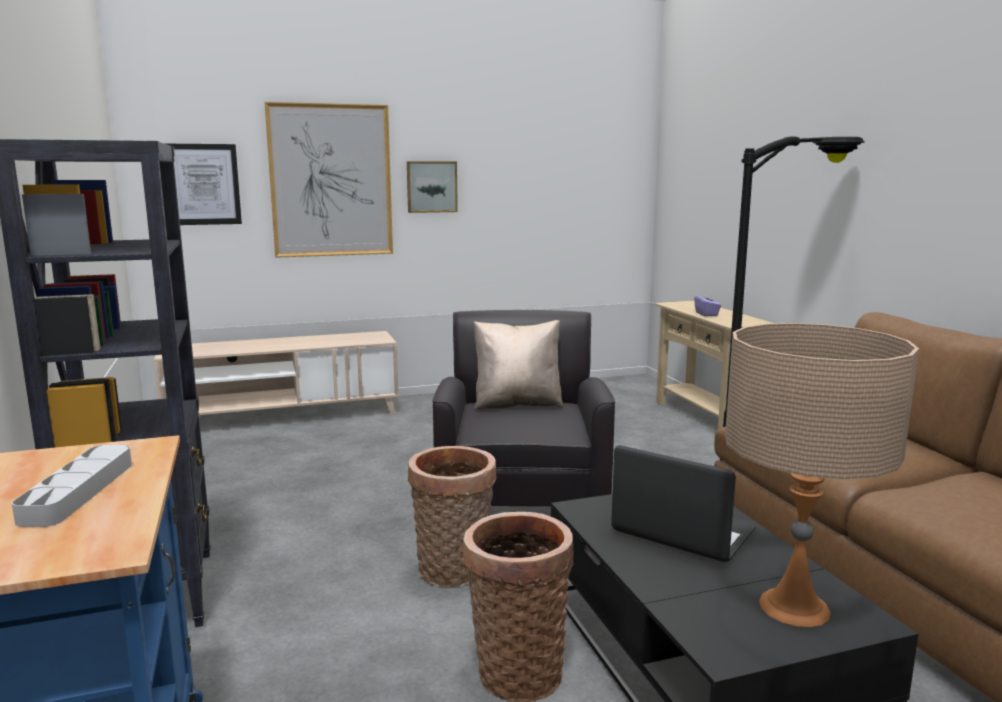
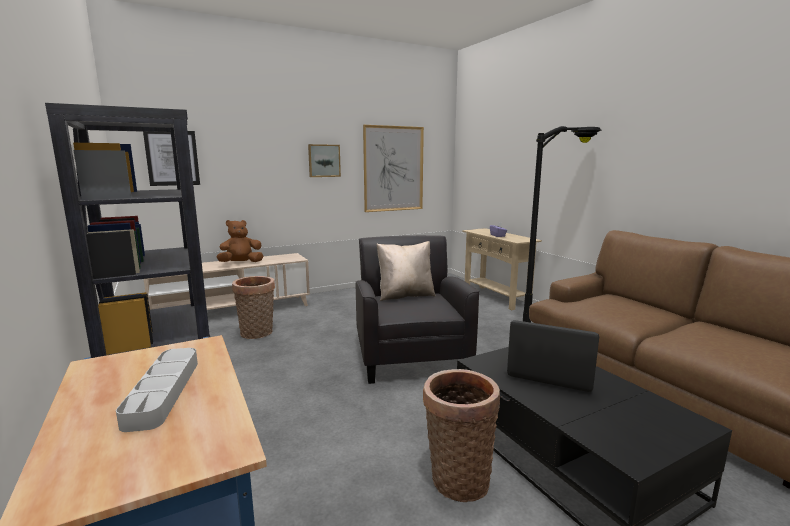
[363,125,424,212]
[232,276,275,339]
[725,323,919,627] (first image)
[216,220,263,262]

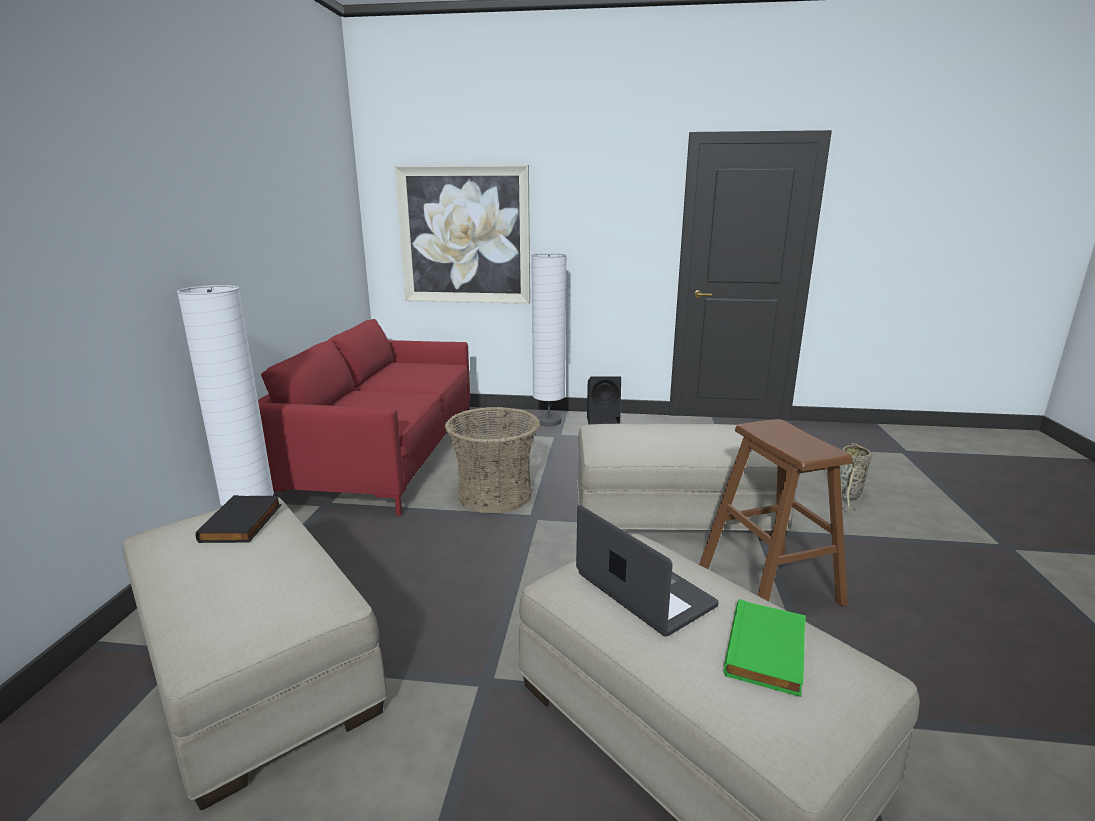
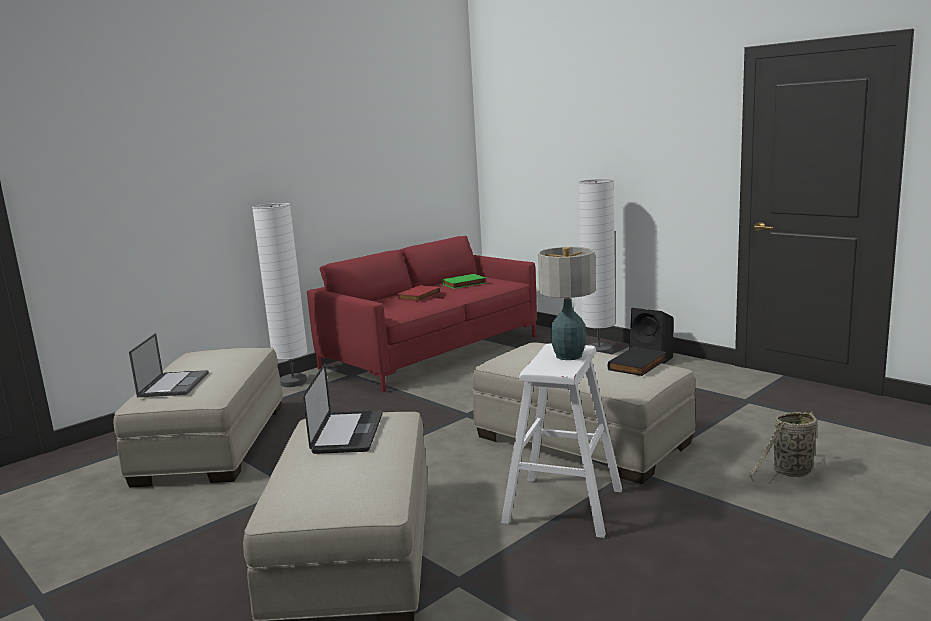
[608,347,667,376]
[395,165,530,304] (first image)
[445,407,540,513] (first image)
[501,343,622,538]
[443,274,486,289]
[129,333,209,398]
[398,285,441,302]
[538,247,595,360]

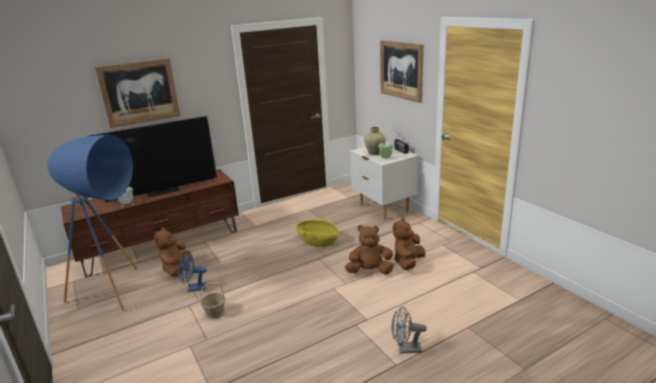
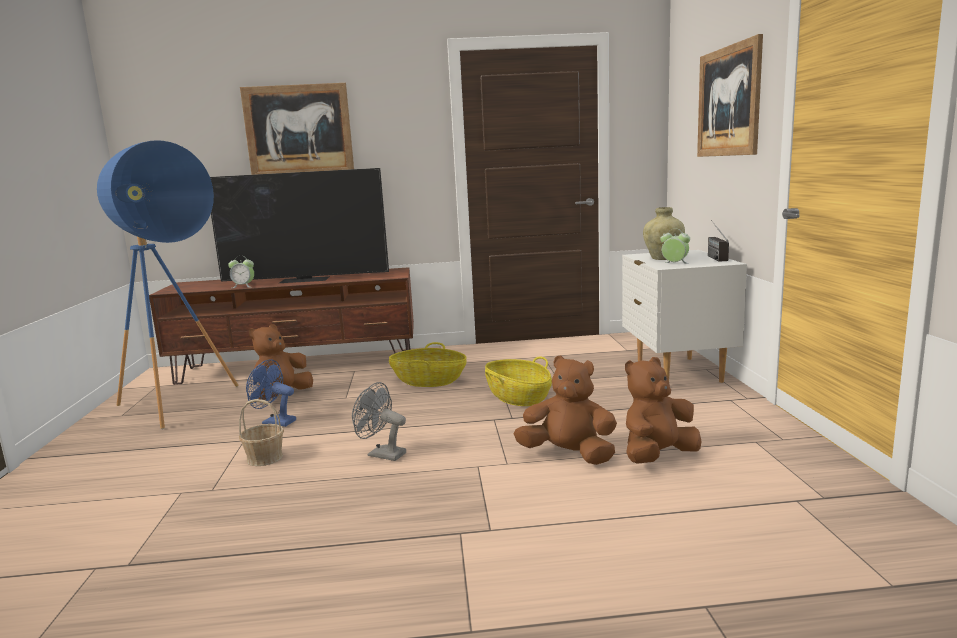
[352,382,406,461]
[389,342,467,387]

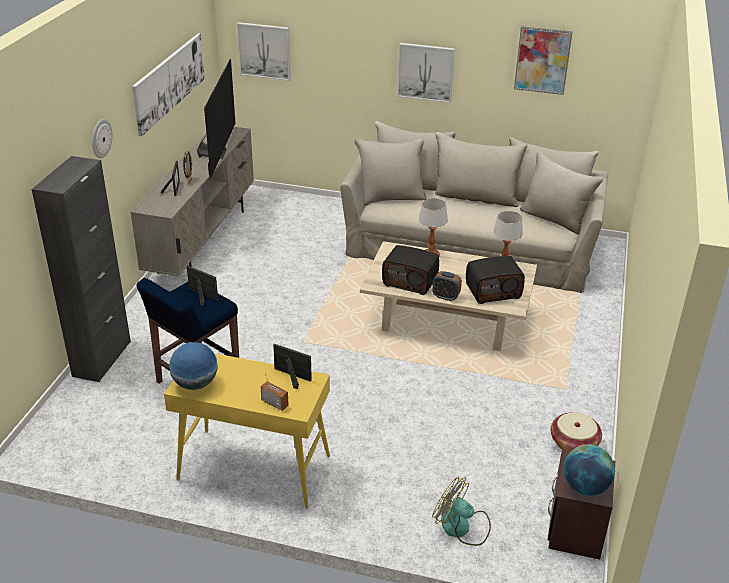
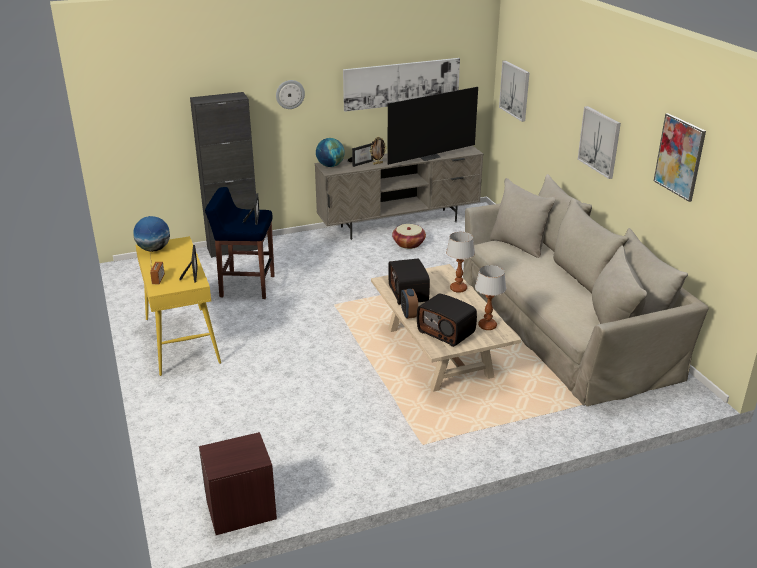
[432,477,491,546] (first image)
[392,224,426,249]
[316,138,345,167]

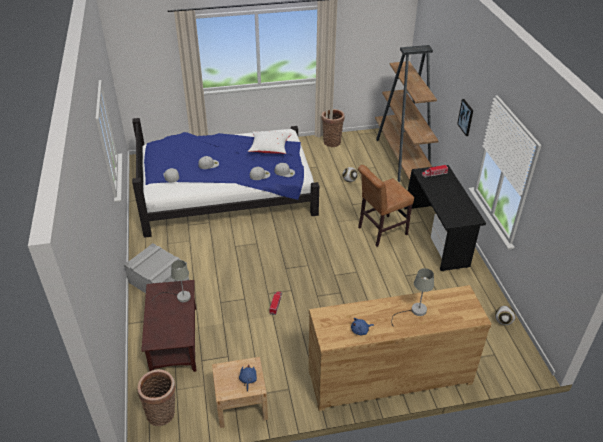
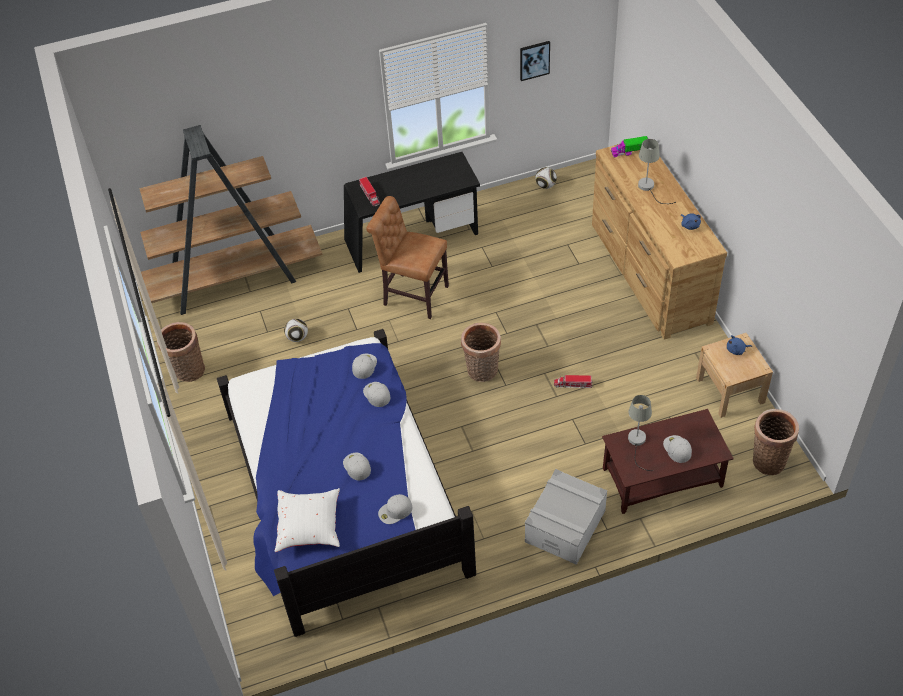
[275,488,340,552]
[366,196,449,319]
[520,41,550,81]
[461,323,501,382]
[611,136,648,157]
[663,435,692,463]

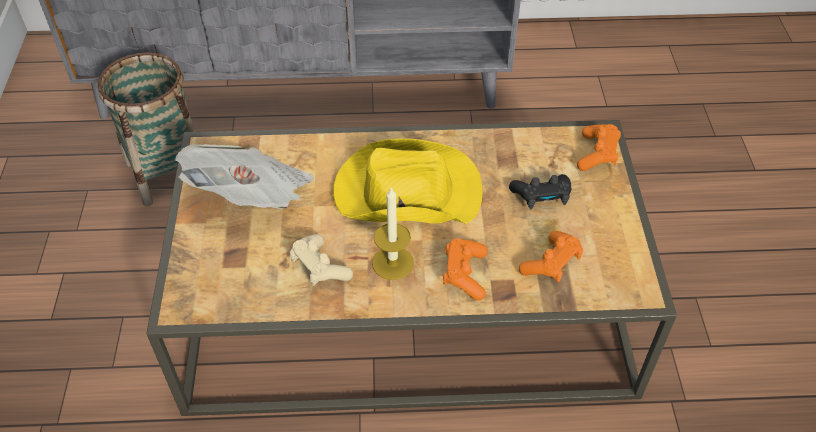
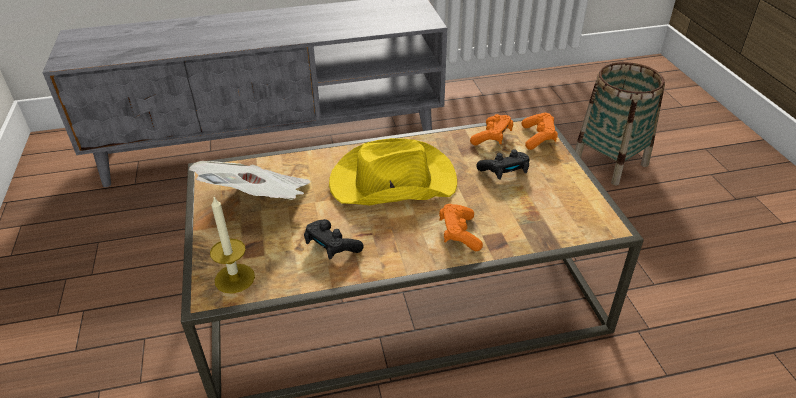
[575,62,665,186]
[304,219,364,260]
[210,197,255,294]
[470,114,513,146]

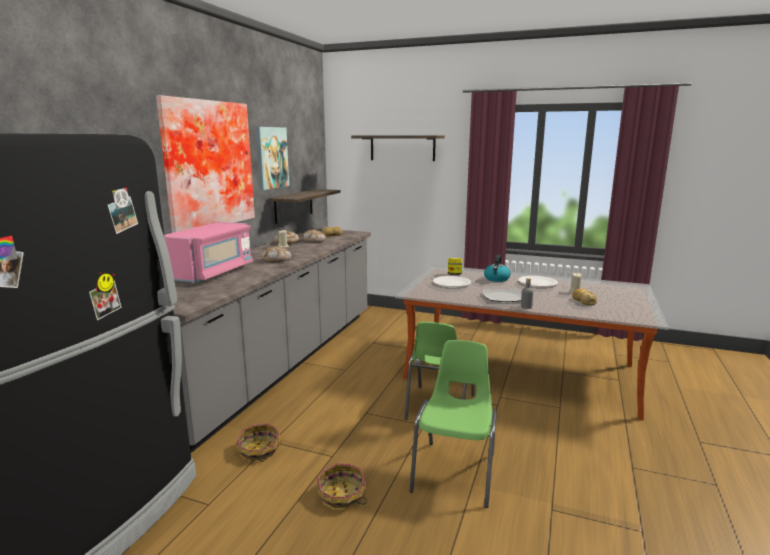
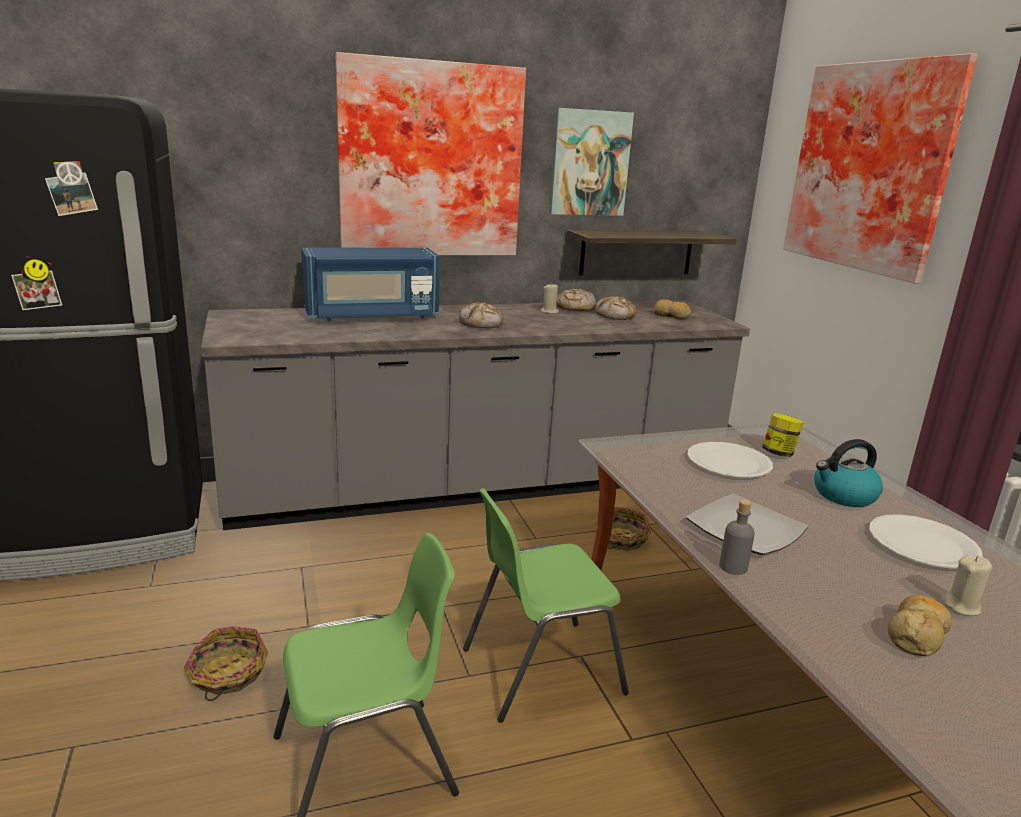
[301,248,440,321]
[594,507,651,550]
[783,53,978,284]

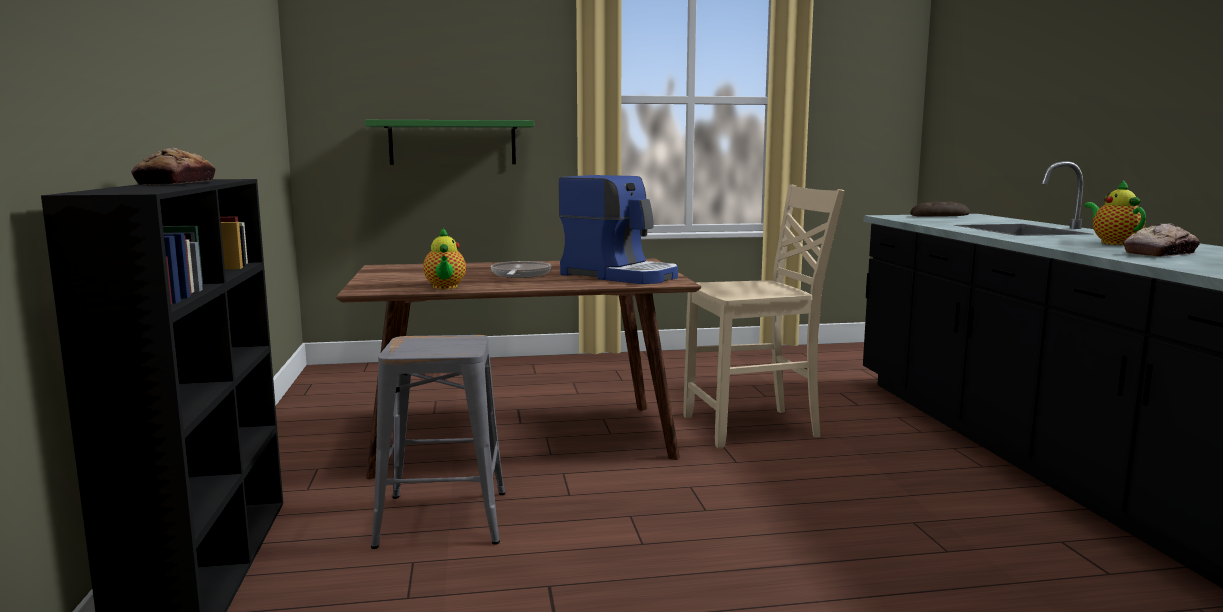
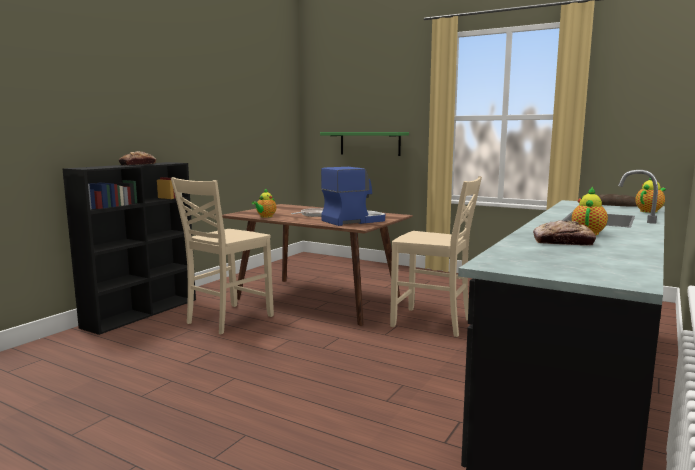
[171,177,274,334]
[321,167,385,226]
[635,174,666,213]

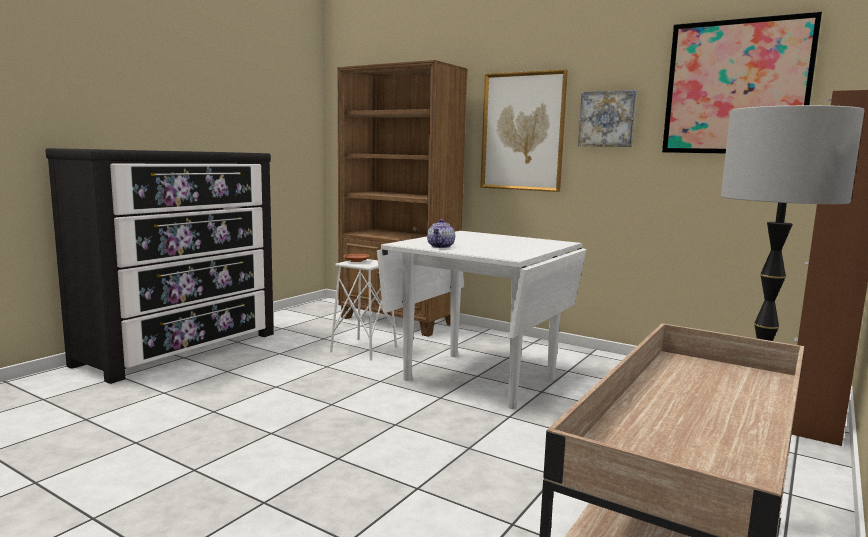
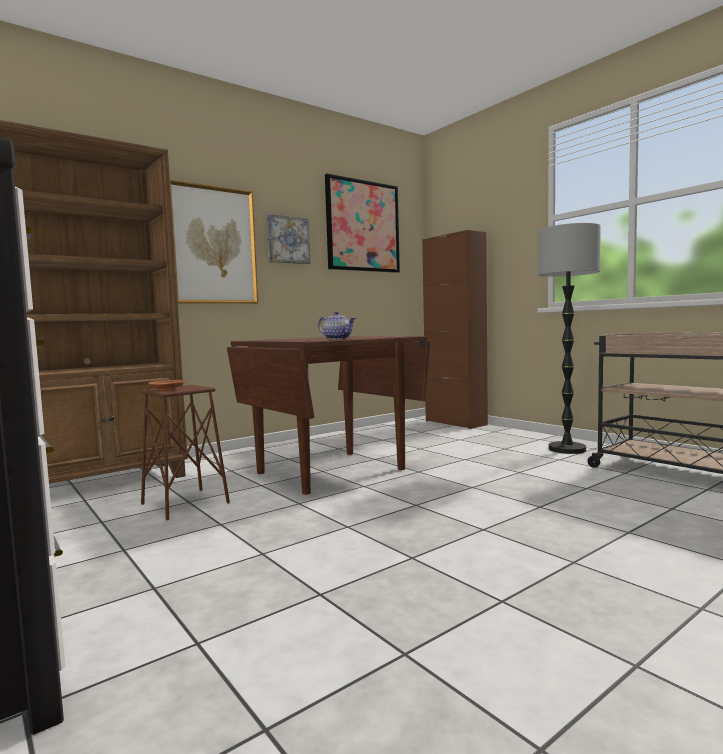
[141,385,230,520]
[227,336,430,495]

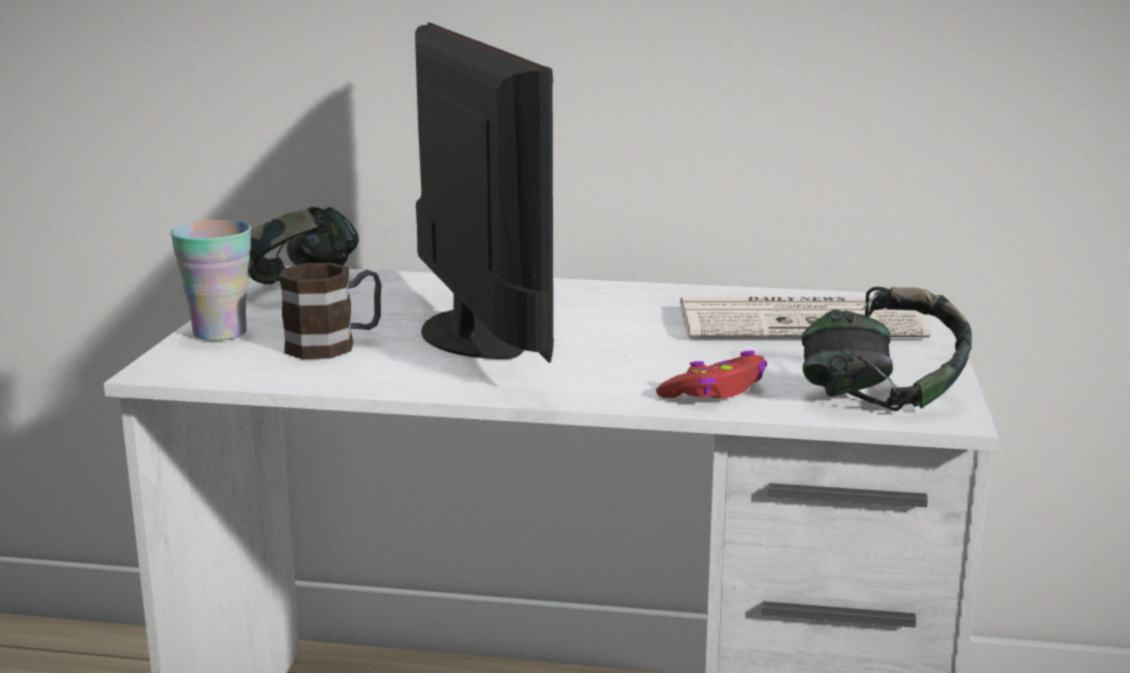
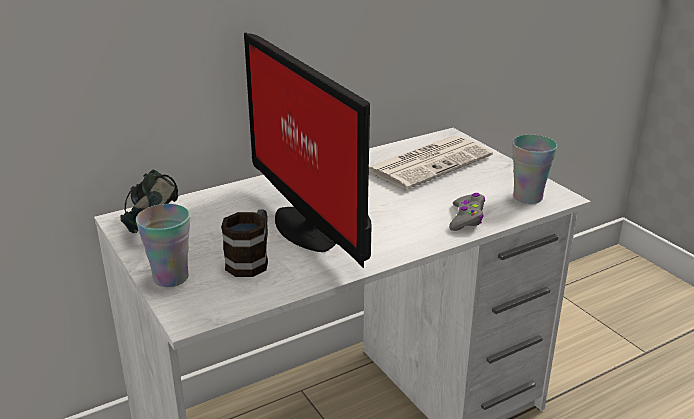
[244,33,372,268]
[449,193,485,231]
[512,135,557,204]

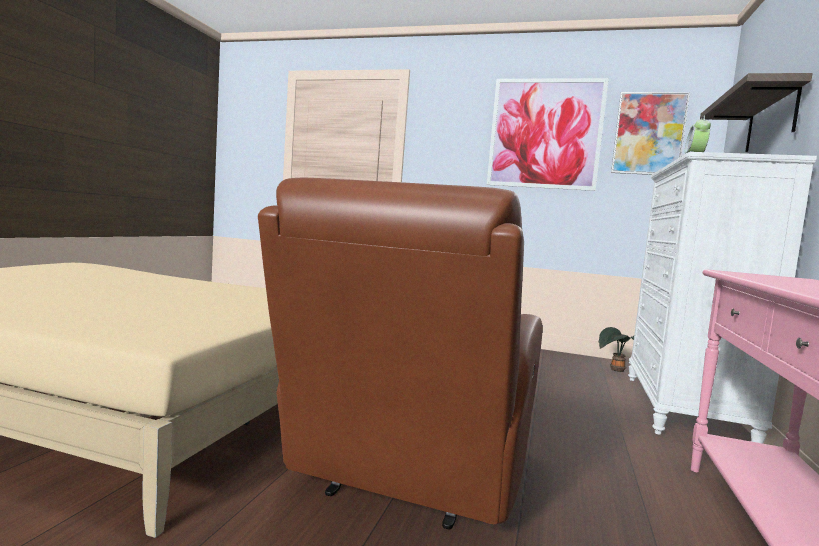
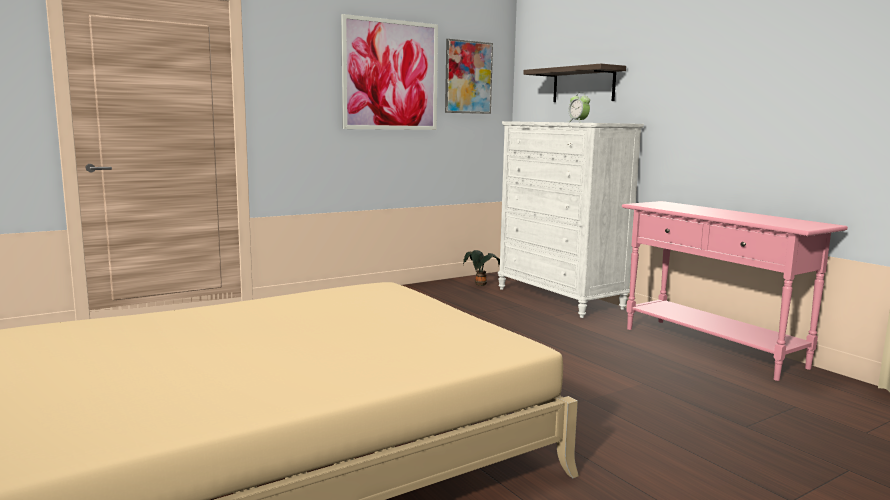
[258,177,543,529] (first image)

